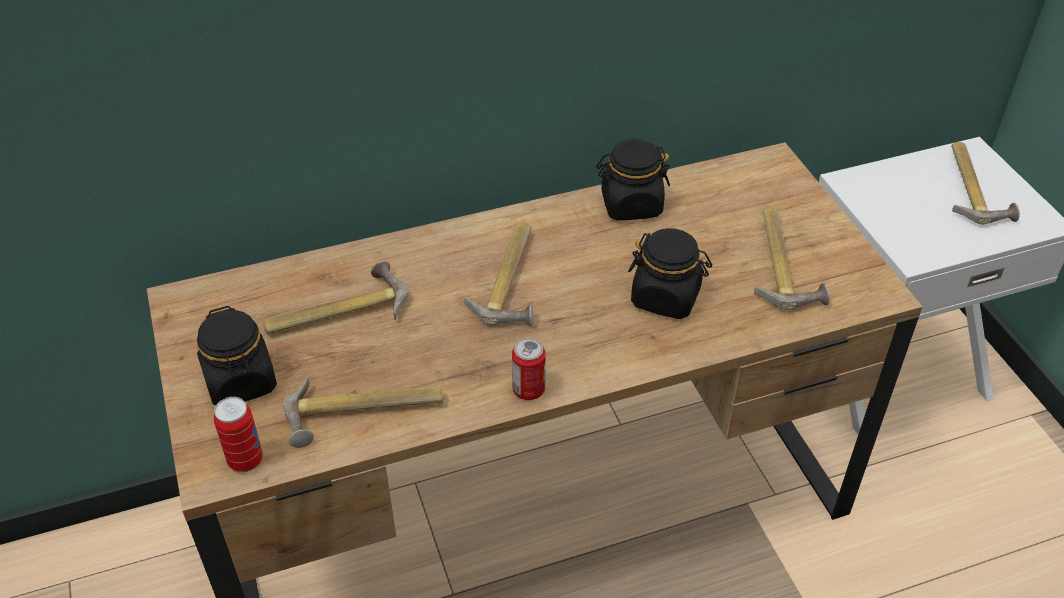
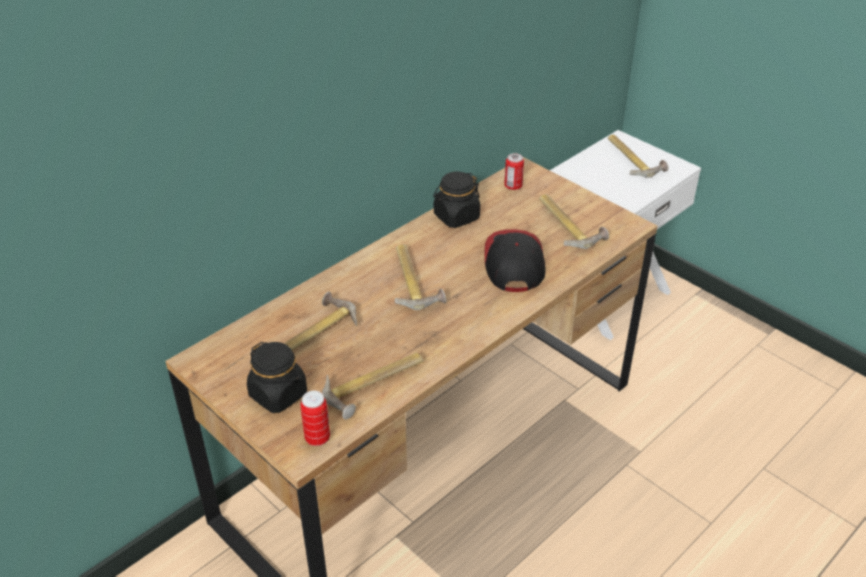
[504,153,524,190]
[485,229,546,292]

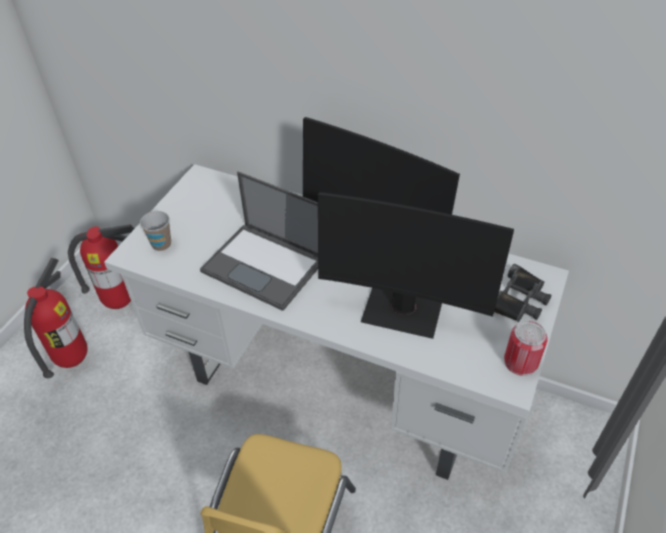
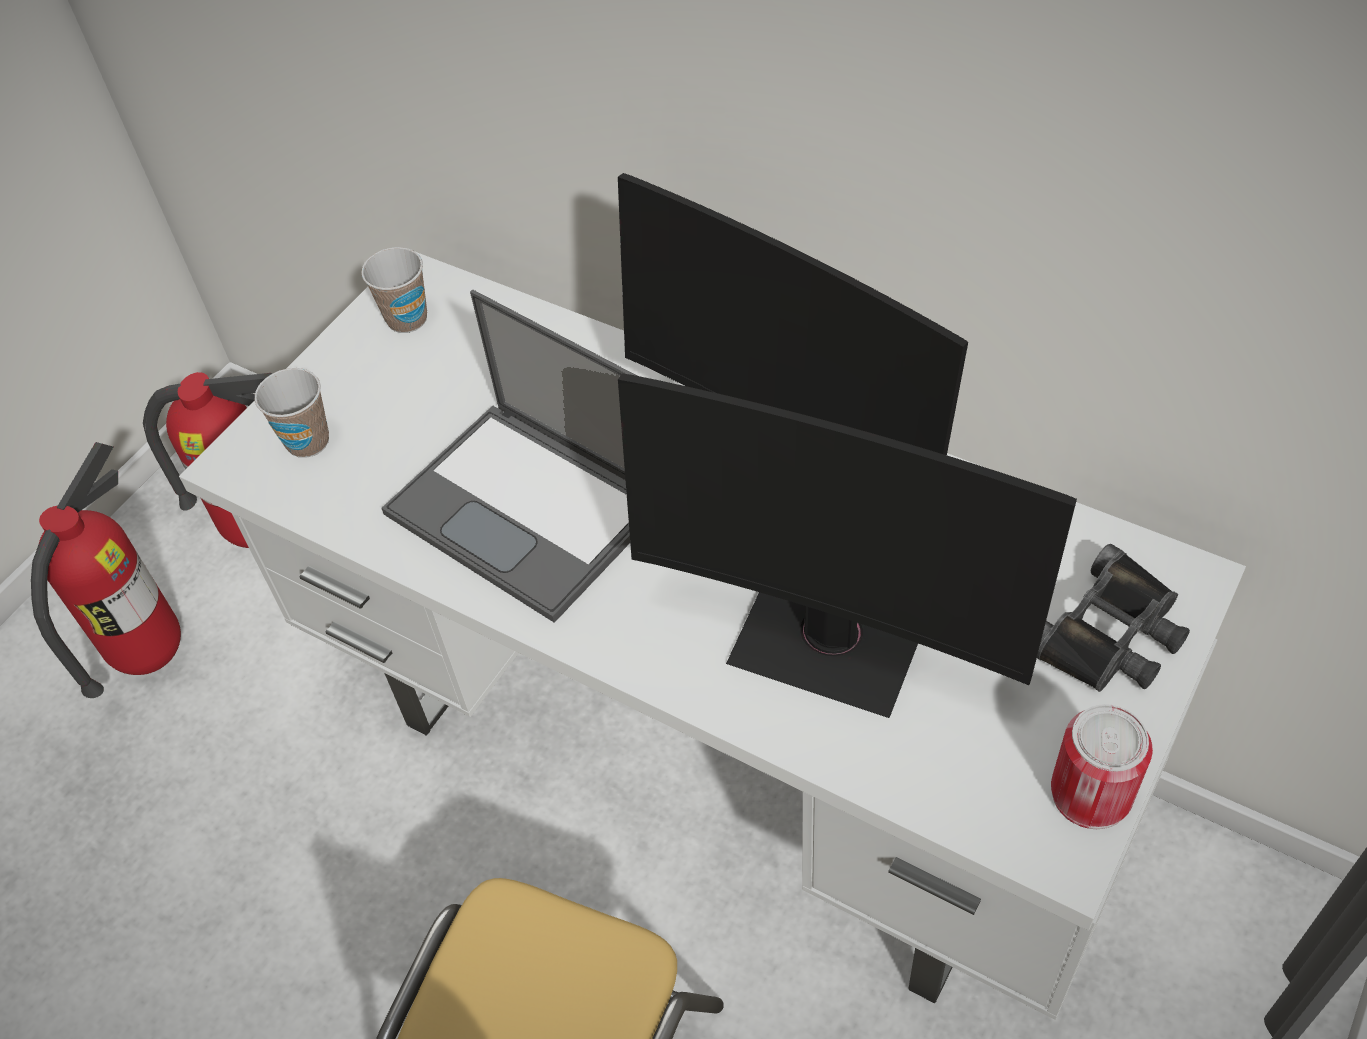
[361,247,427,333]

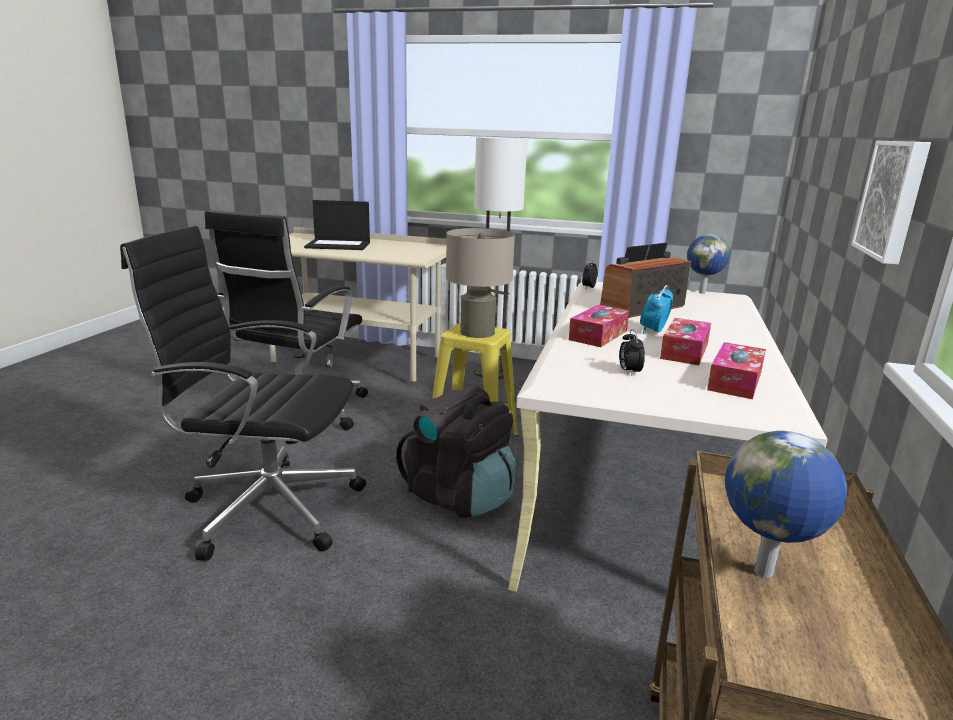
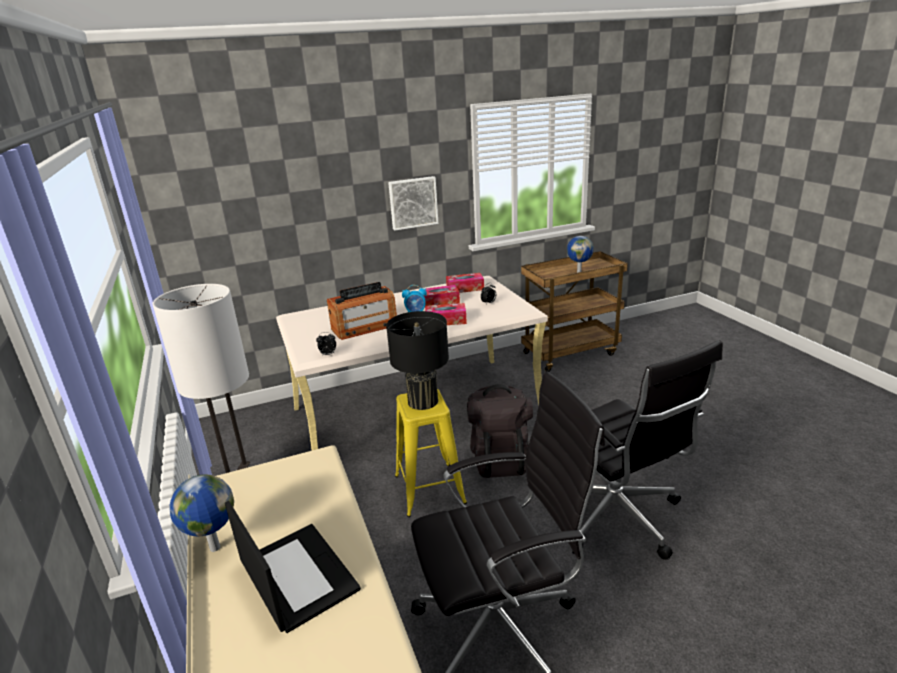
[386,311,449,410]
[327,282,397,340]
[170,474,234,552]

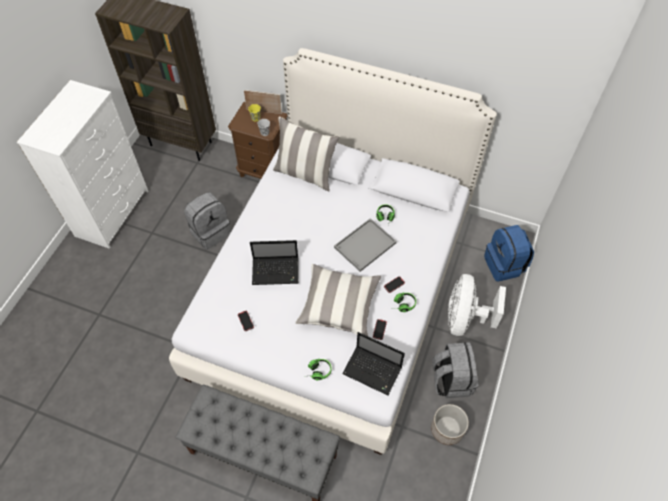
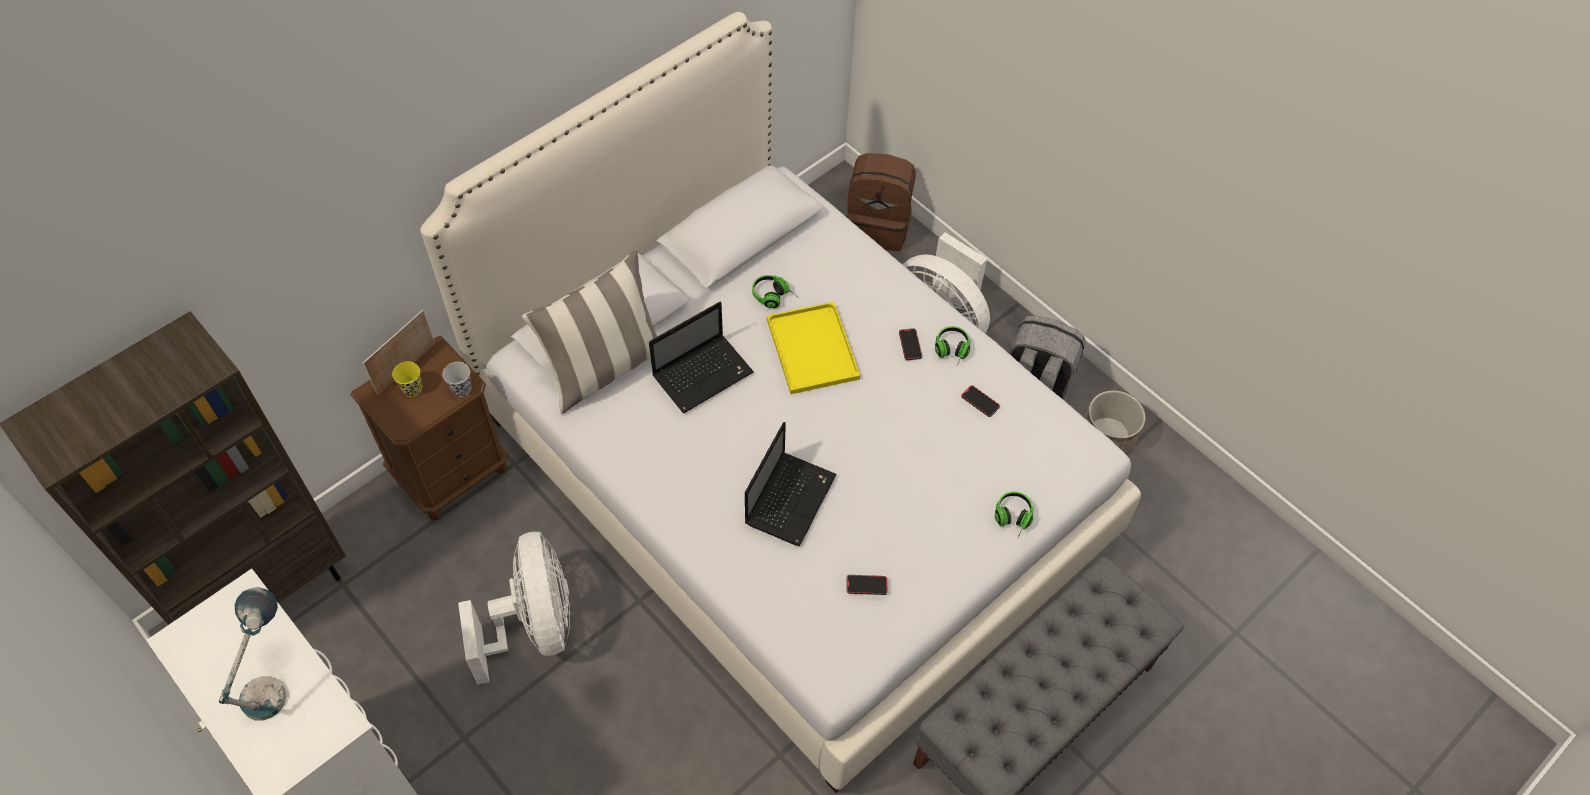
[458,532,570,685]
[295,264,381,336] (first image)
[767,302,860,394]
[649,302,754,413]
[847,153,916,251]
[219,587,286,721]

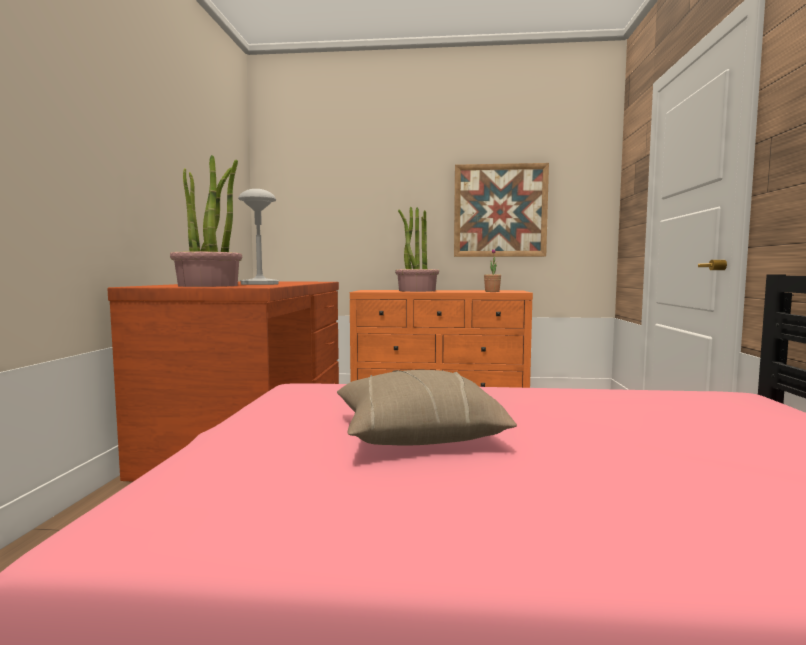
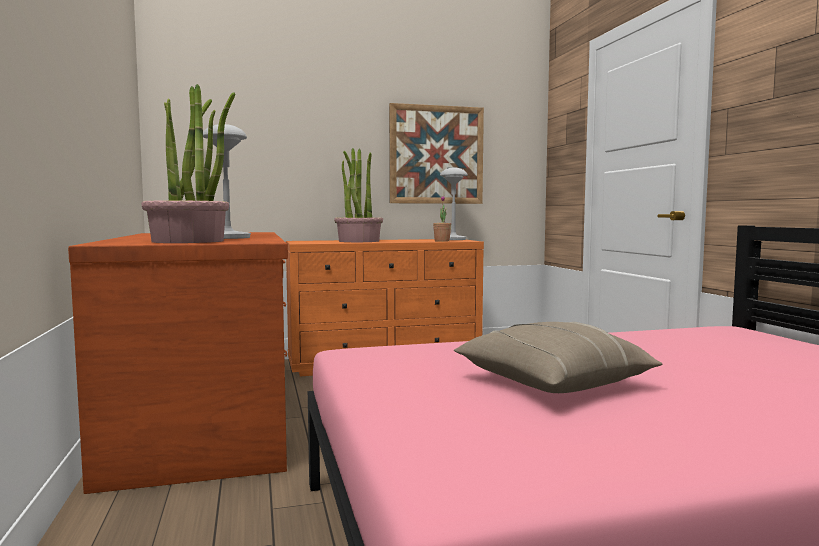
[440,167,468,240]

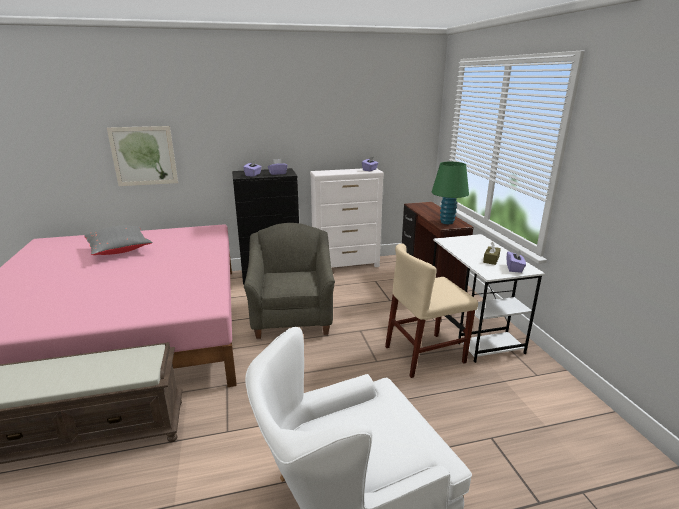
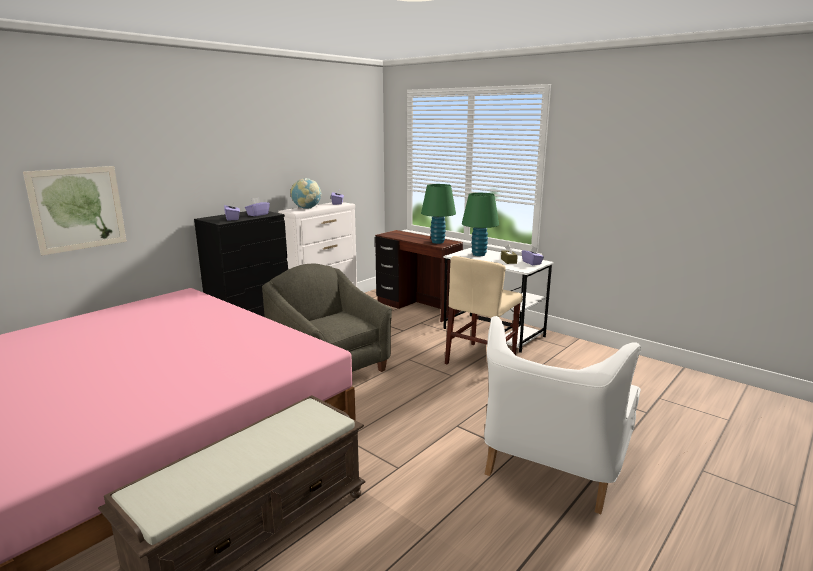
[84,225,152,255] (first image)
[290,178,321,209]
[462,193,499,256]

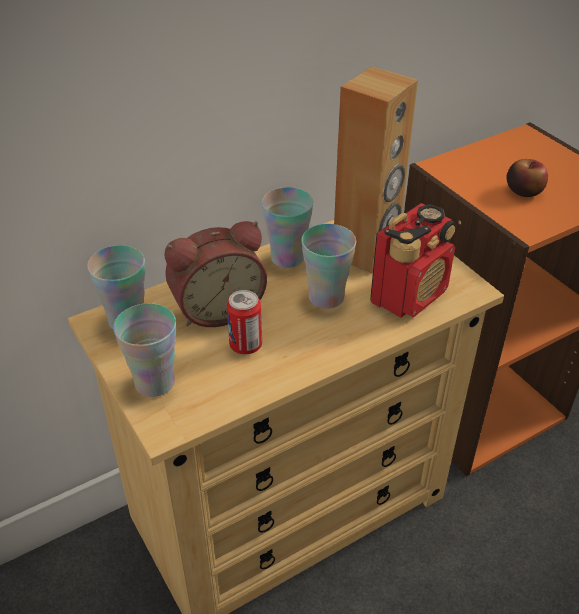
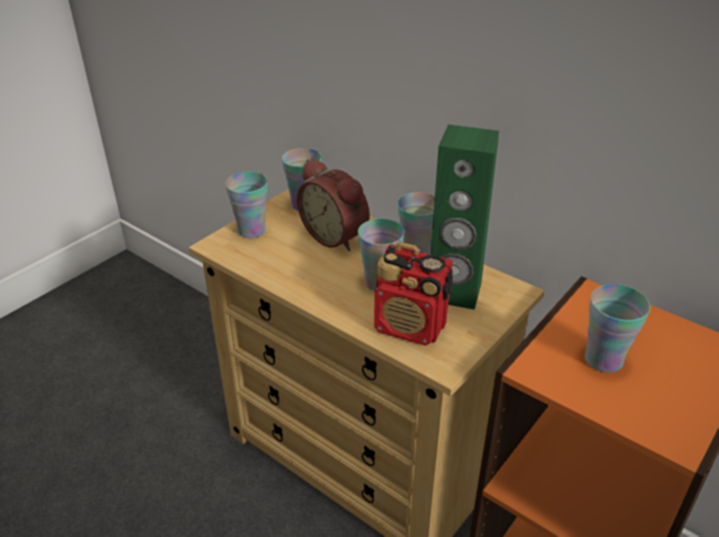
[227,290,262,354] (first image)
[431,124,499,310]
[585,284,650,373]

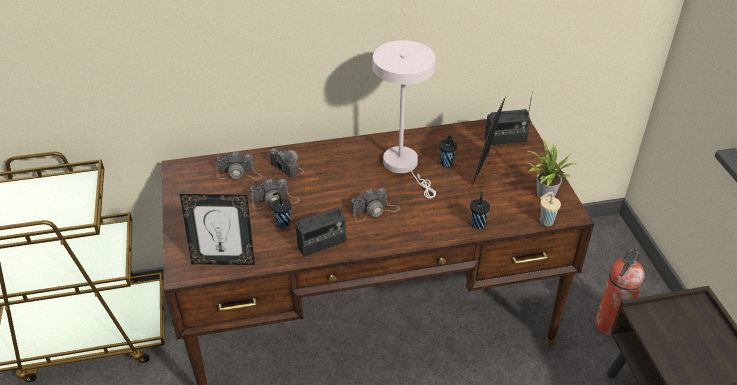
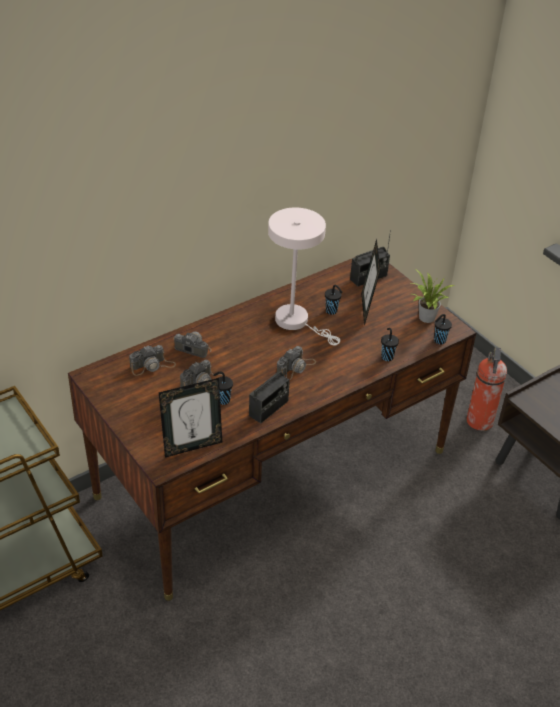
[434,314,452,344]

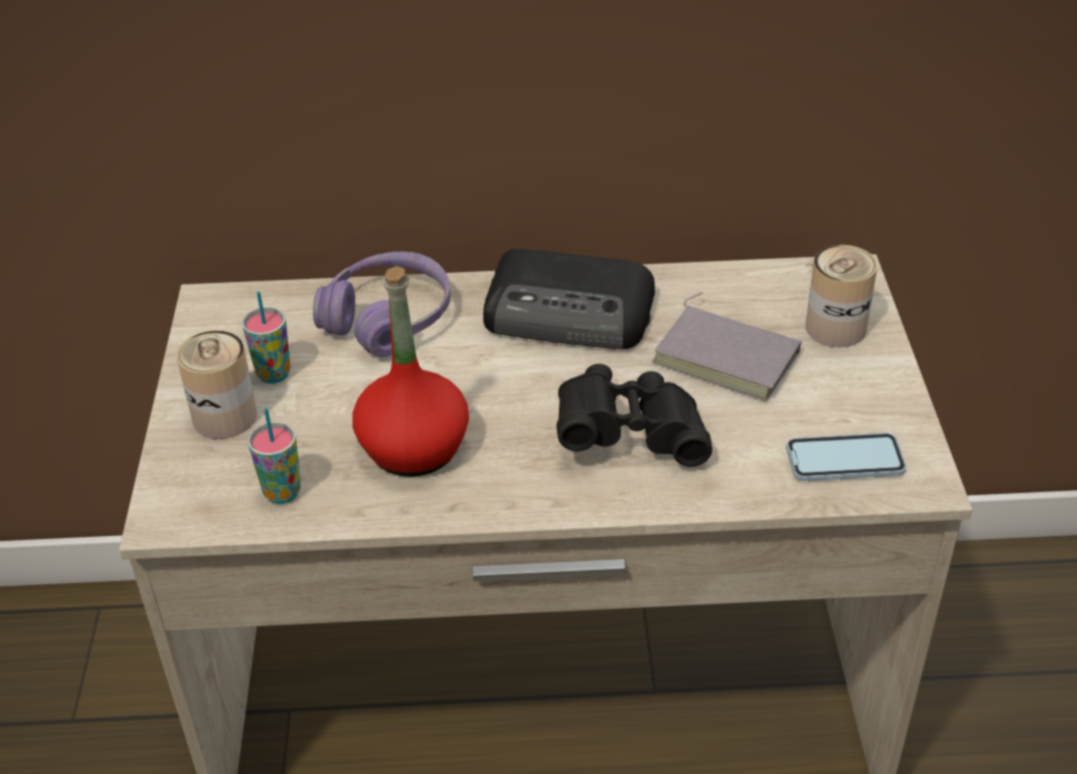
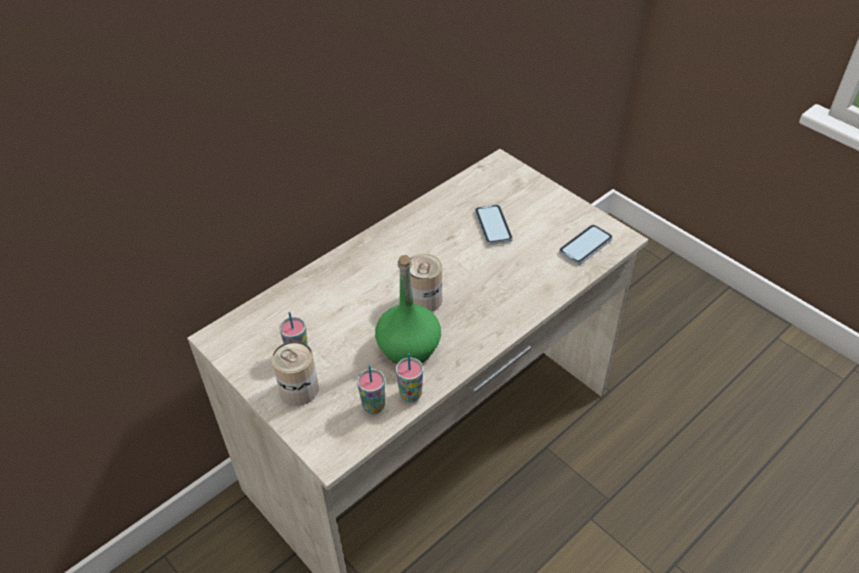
[313,252,451,357] (first image)
[375,255,441,364]
[483,249,655,350] (first image)
[556,364,712,467] (first image)
[475,205,513,245]
[410,254,442,312]
[396,353,423,403]

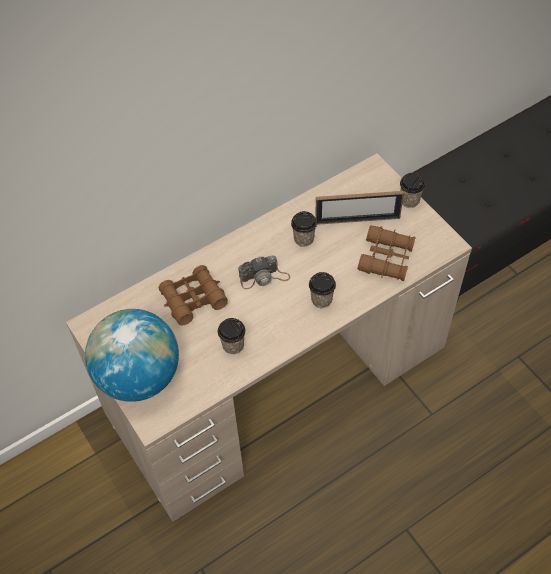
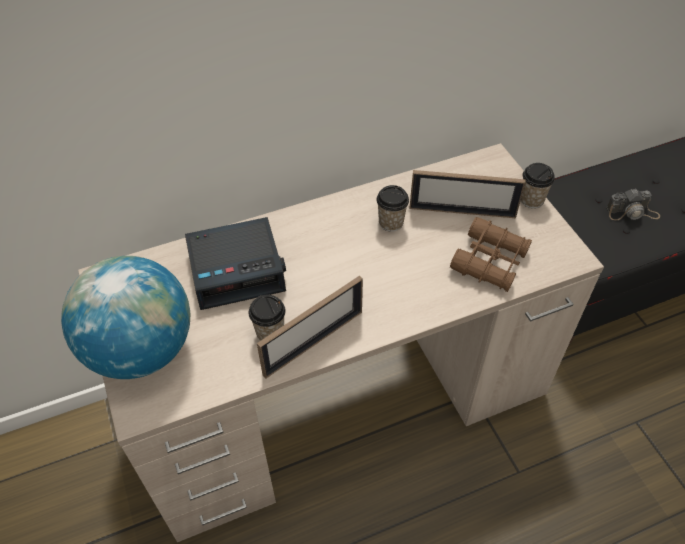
[185,217,286,310]
[606,188,660,220]
[309,272,336,308] (first image)
[257,276,363,379]

